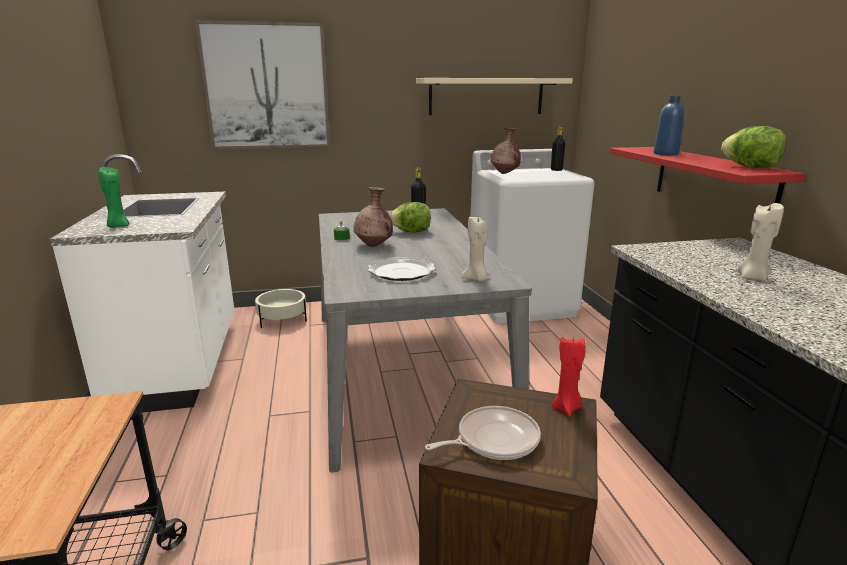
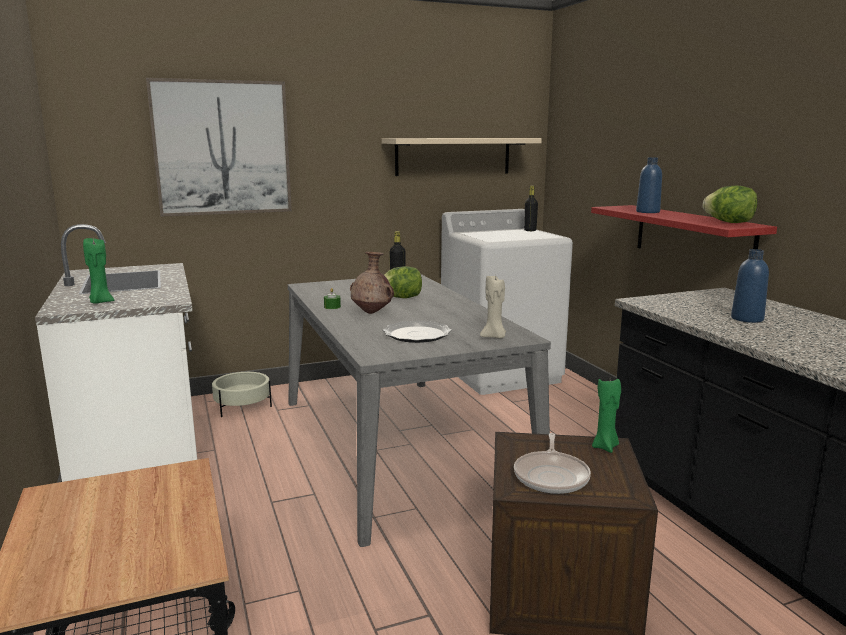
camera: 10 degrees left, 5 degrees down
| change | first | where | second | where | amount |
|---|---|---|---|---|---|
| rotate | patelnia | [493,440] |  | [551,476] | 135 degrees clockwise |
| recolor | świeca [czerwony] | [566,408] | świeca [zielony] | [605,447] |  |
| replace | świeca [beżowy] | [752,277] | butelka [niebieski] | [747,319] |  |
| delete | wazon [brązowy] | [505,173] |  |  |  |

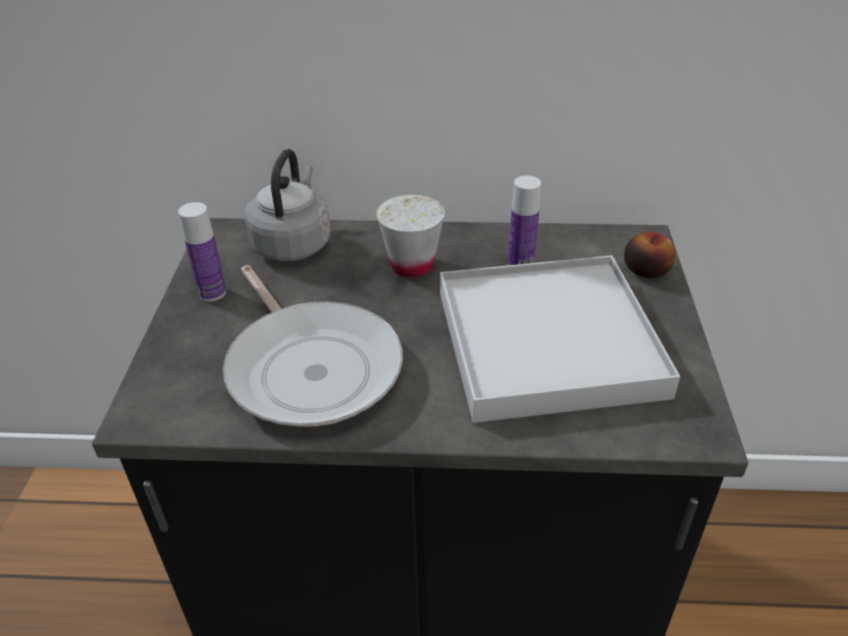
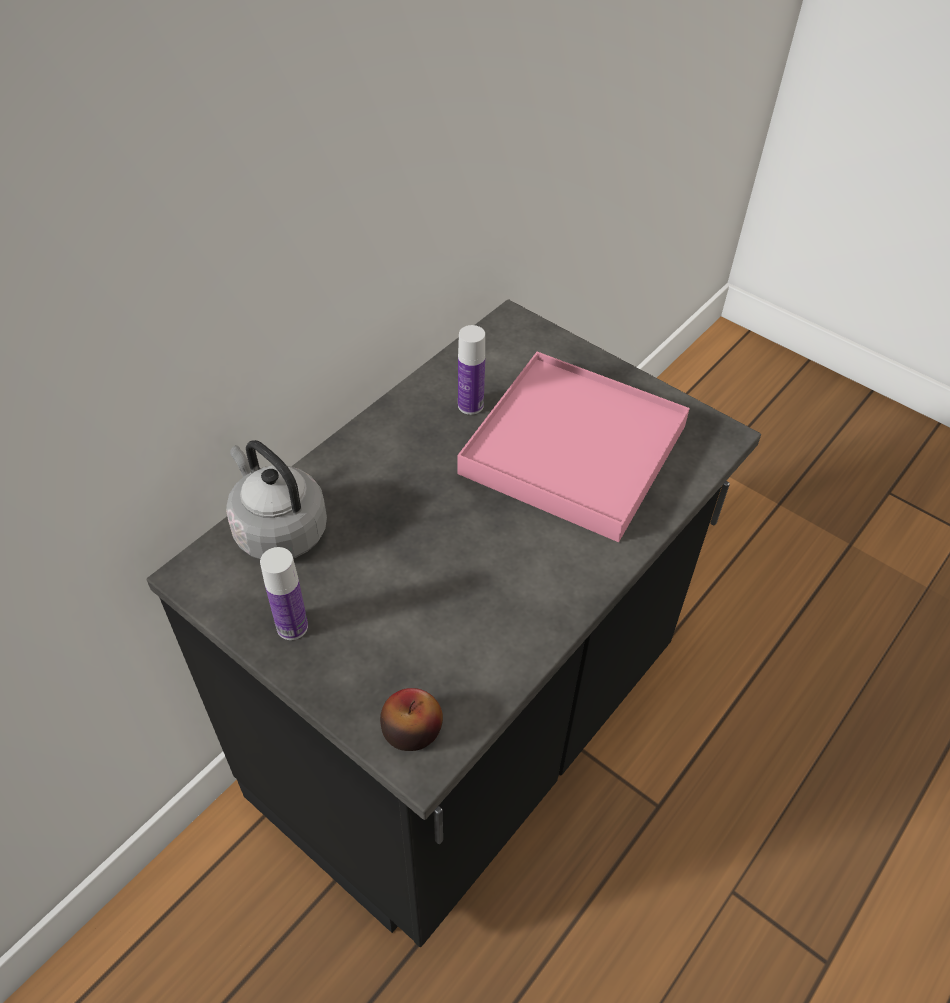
camera: 55 degrees left, 10 degrees up
| change | first | where | second | where | amount |
|---|---|---|---|---|---|
| move | jabłko | [646,270] |  | [411,730] |  |
| recolor | taca [biały] | [546,342] | taca [różowy] | [573,450] |  |
| delete | patelnia | [311,366] |  |  |  |
| delete | filiżanka [biały] | [412,266] |  |  |  |

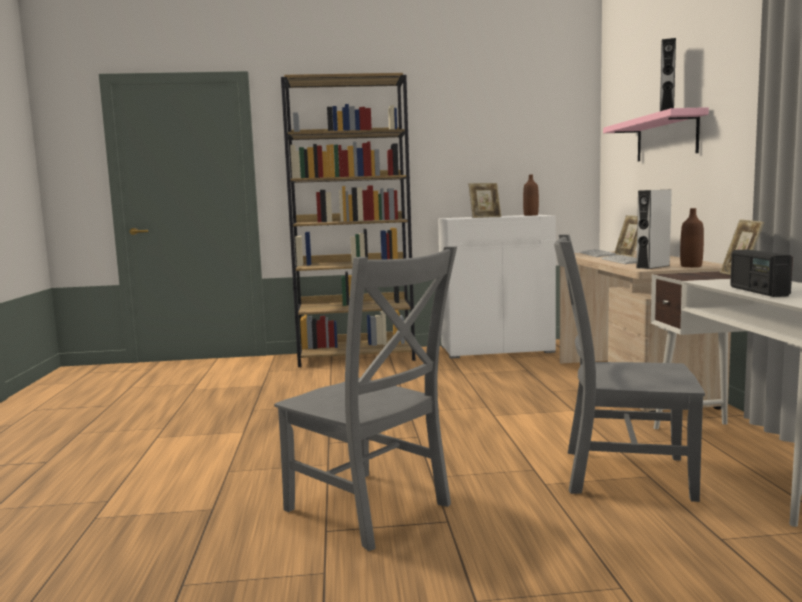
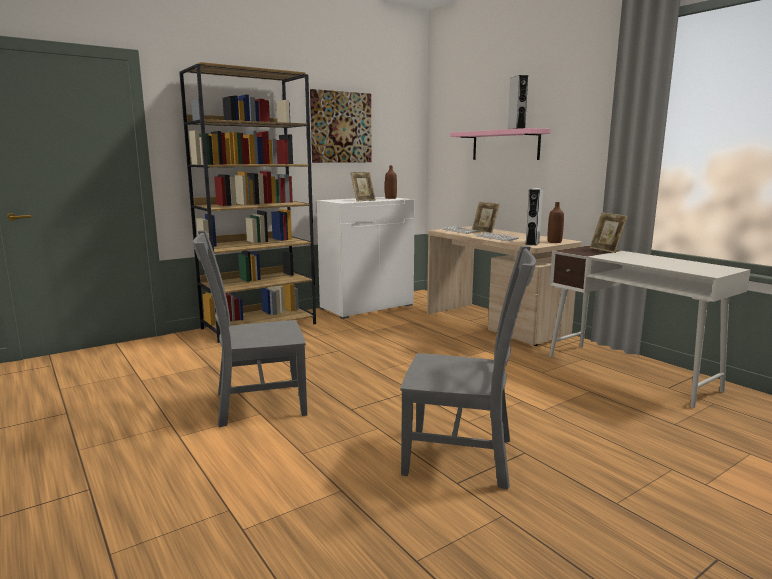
camera: 30 degrees left, 5 degrees up
| change | first | where | second | where | amount |
|---|---|---|---|---|---|
| move | krzesło [szary] | [620,473] |  | [256,404] |  |
| insert |  |  | obraz | [340,127] |  |
| delete | radio | [758,291] |  |  |  |

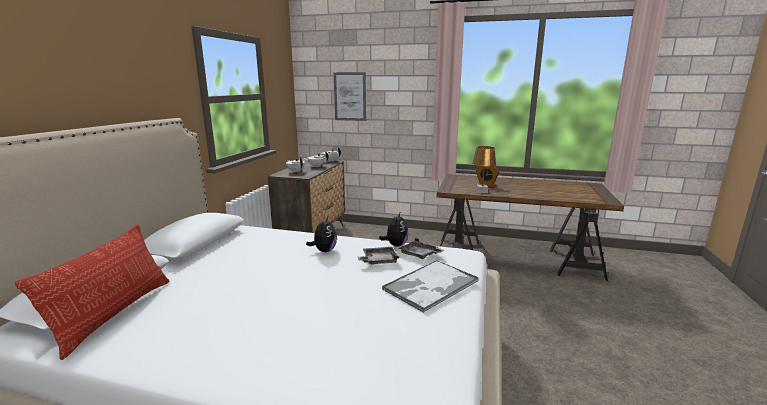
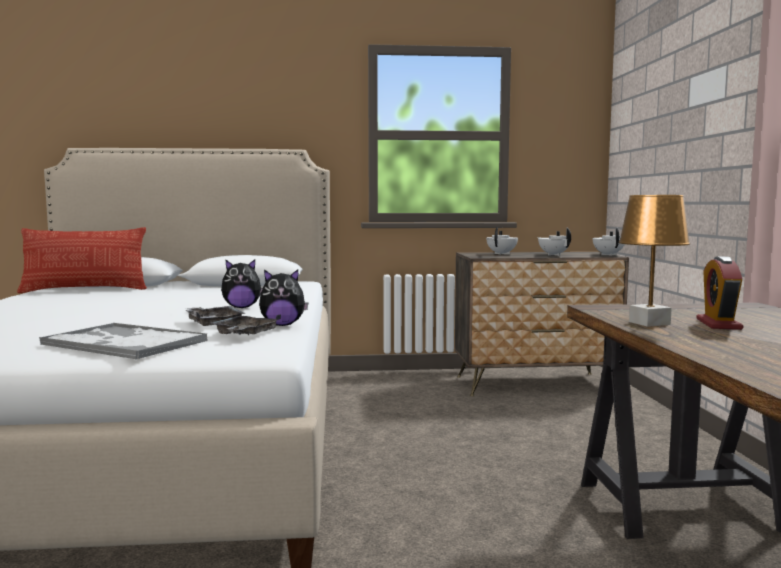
camera: 70 degrees right, 10 degrees down
| change | first | where | second | where | amount |
|---|---|---|---|---|---|
| delete | obraz | [350,96] |  |  |  |

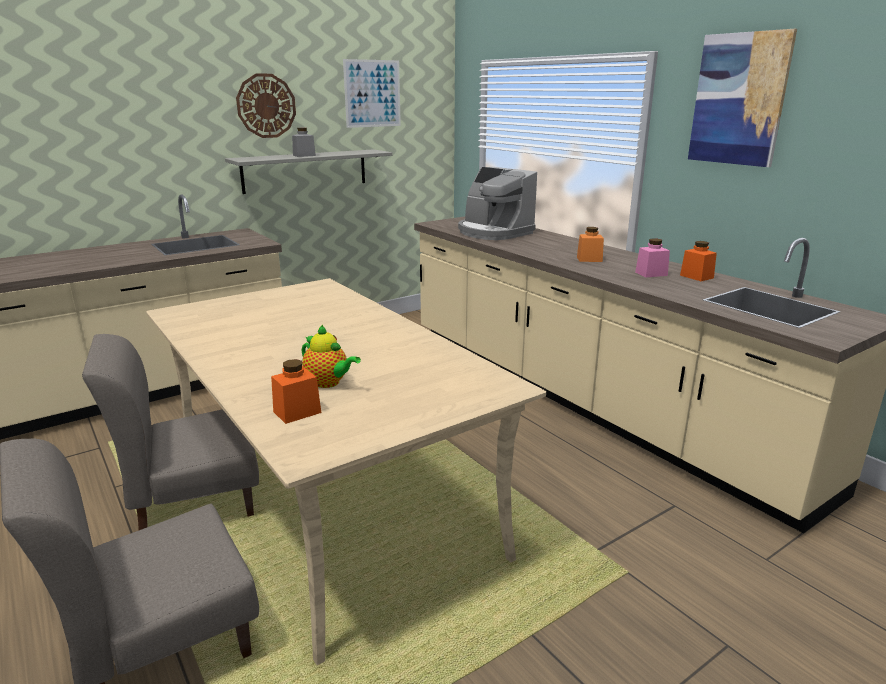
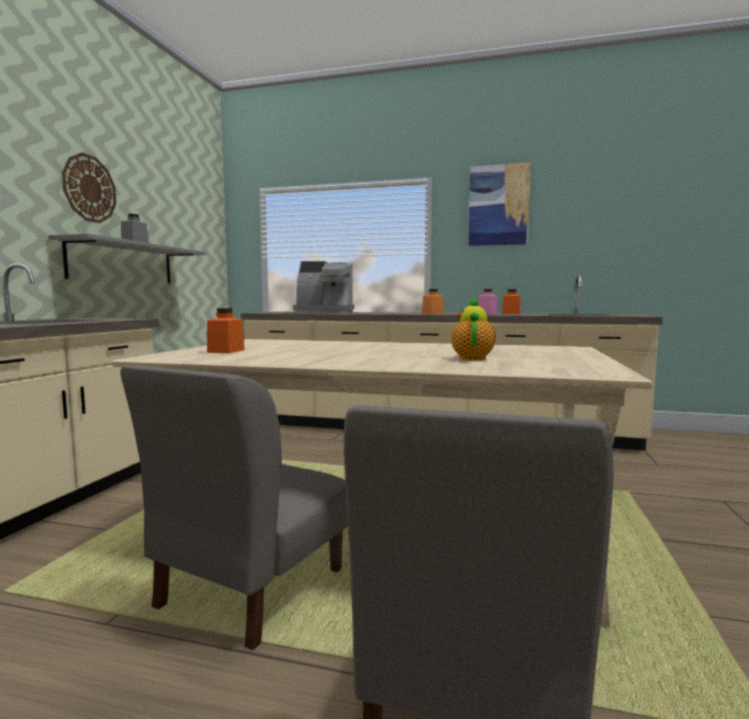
camera: 40 degrees left, 15 degrees down
| change | first | where | second | where | amount |
|---|---|---|---|---|---|
| move | słoik [pomarańczowy] | [297,412] |  | [226,351] |  |
| rotate | imbryk | [328,383] |  | [472,358] | 75 degrees counterclockwise |
| delete | obraz | [372,93] |  |  |  |

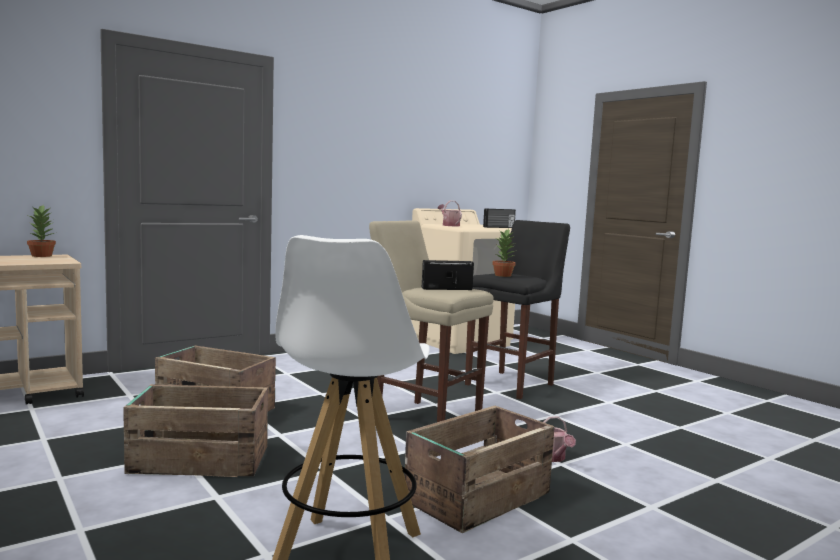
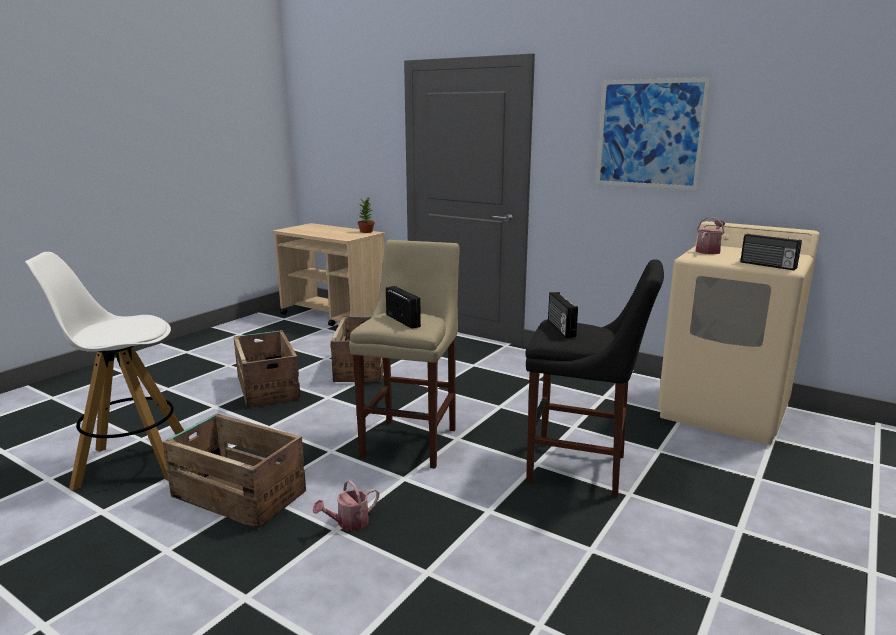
camera: 70 degrees right, 10 degrees up
| change | first | where | second | where | amount |
|---|---|---|---|---|---|
| replace | roślina doniczkowa | [503,275] | radio | [560,328] |  |
| insert |  |  | obraz | [649,134] |  |

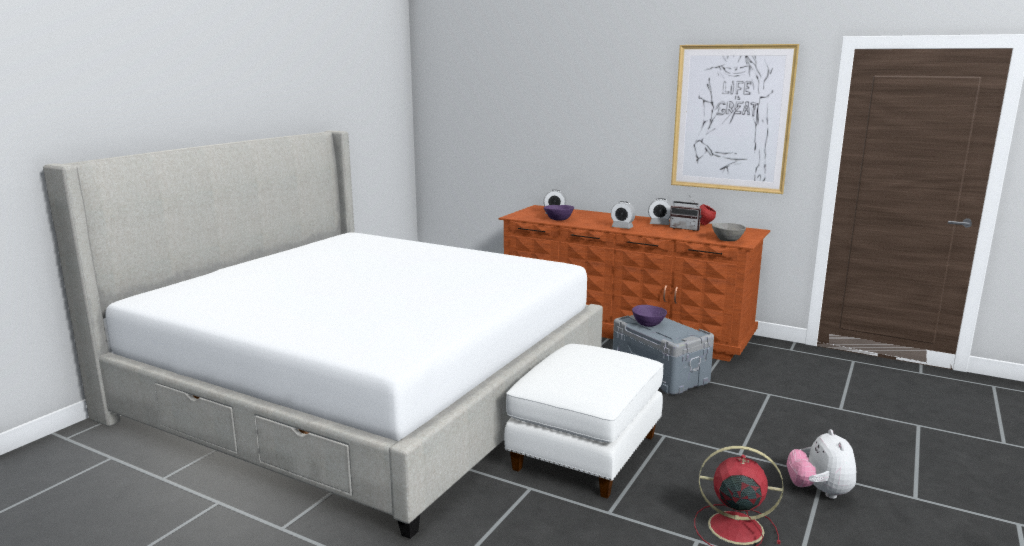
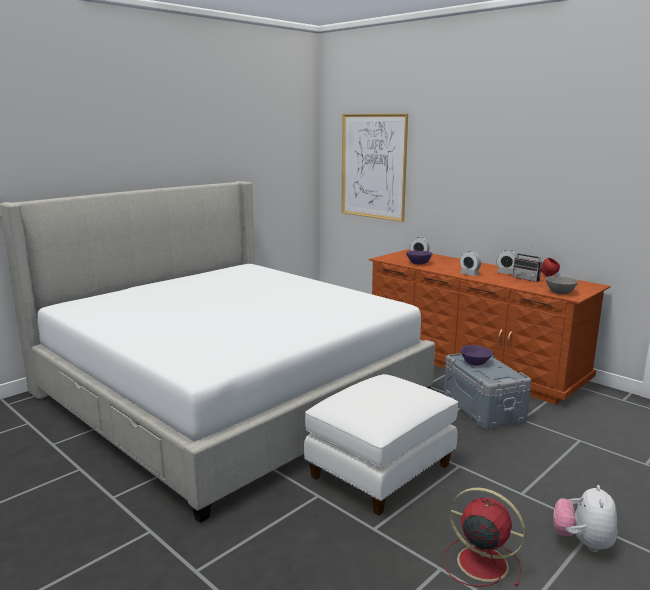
camera: 15 degrees right, 0 degrees up
| change | first | where | second | where | amount |
|---|---|---|---|---|---|
| move | obraz | [731,118] |  | [373,166] |  |

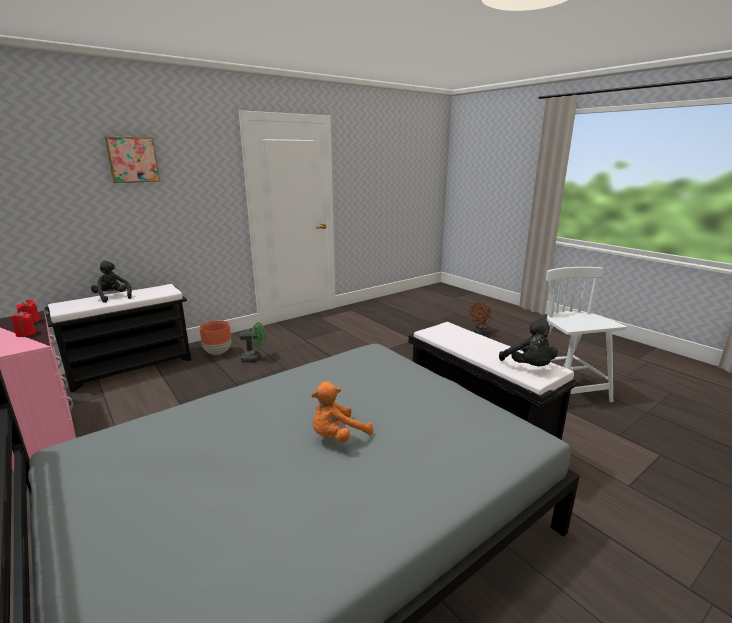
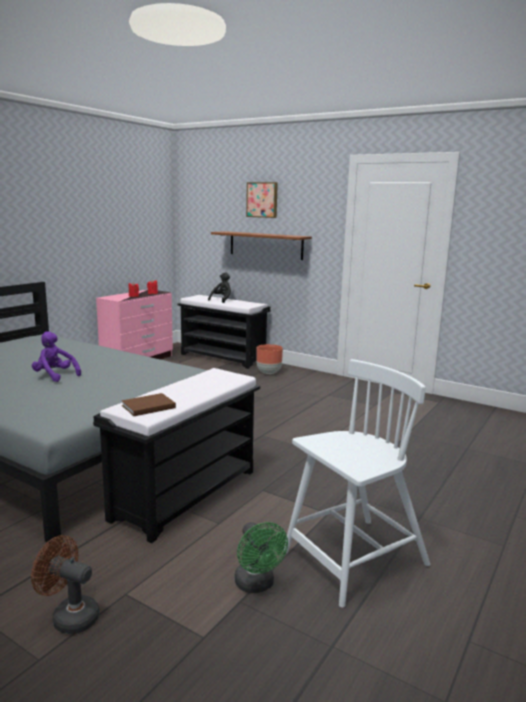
camera: 70 degrees right, 5 degrees down
| change | first | where | second | where | amount |
|---|---|---|---|---|---|
| move | wentylator [brązowy] | [481,333] |  | [69,616] |  |
| recolor | pluszak [pomarańczowy] | [337,436] | pluszak [fioletowy] | [55,376] |  |
| replace | pluszak [czarny] | [529,367] | książka [brązowy] | [147,406] |  |
| insert |  |  | półka [brązowy] | [265,245] |  |
| move | wentylator [zielony] | [254,358] |  | [257,585] |  |

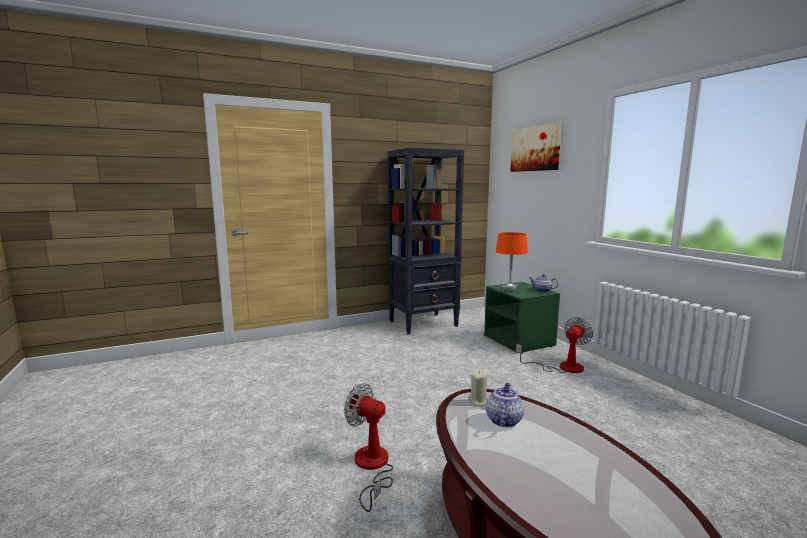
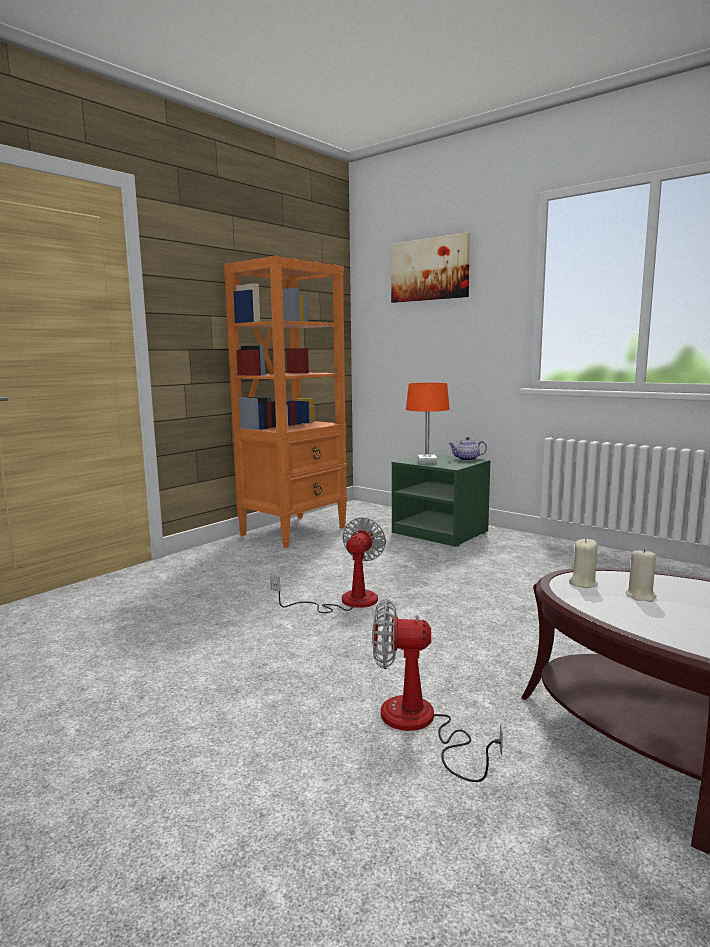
camera: 25 degrees left, 0 degrees up
| change | first | where | second | where | amount |
|---|---|---|---|---|---|
| recolor | regał [czarny] | [424,323] | regał [pomarańczowy] | [294,531] |  |
| move | wentylator | [562,367] |  | [345,602] |  |
| replace | imbryk | [503,420] | świeca [beżowy] | [640,596] |  |

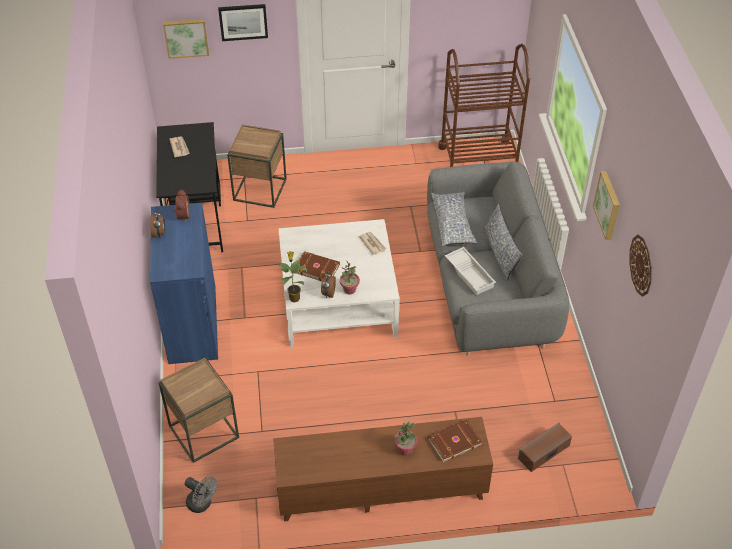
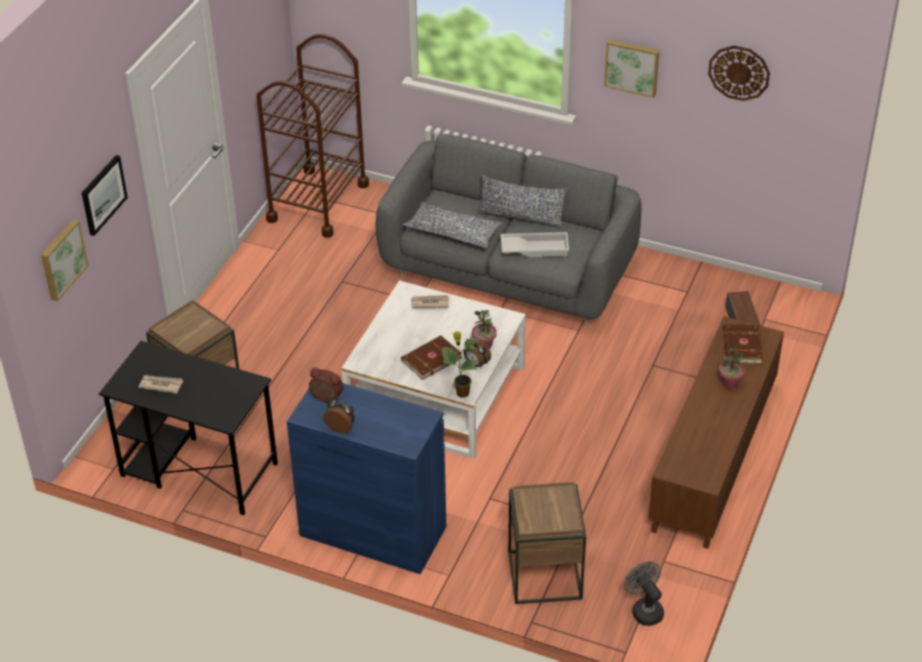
camera: 60 degrees left, 5 degrees down
| change | first | where | second | where | amount |
|---|---|---|---|---|---|
| rotate | wentylator [szary] | [202,504] |  | [644,609] | 90 degrees counterclockwise |

